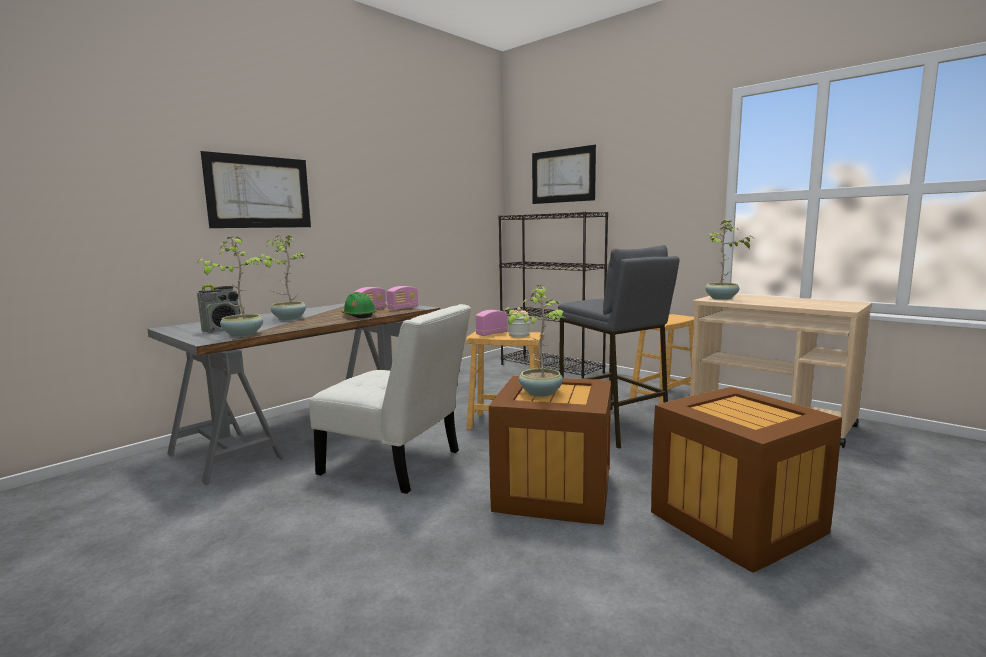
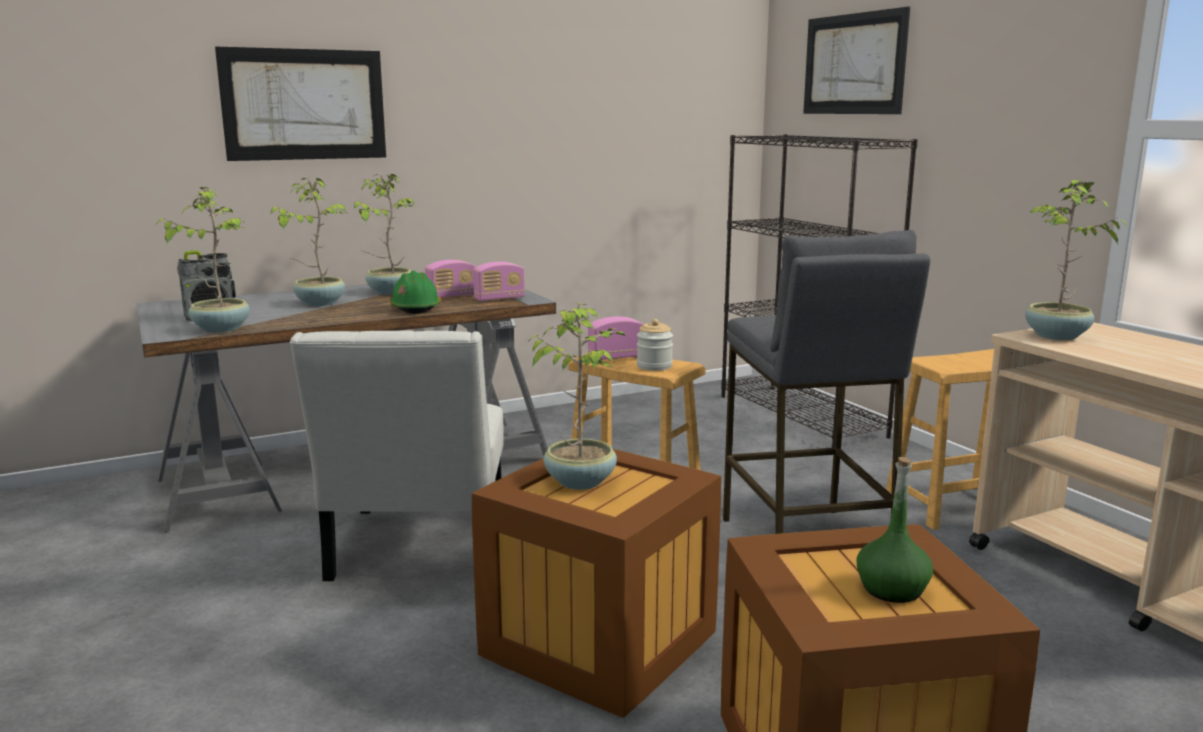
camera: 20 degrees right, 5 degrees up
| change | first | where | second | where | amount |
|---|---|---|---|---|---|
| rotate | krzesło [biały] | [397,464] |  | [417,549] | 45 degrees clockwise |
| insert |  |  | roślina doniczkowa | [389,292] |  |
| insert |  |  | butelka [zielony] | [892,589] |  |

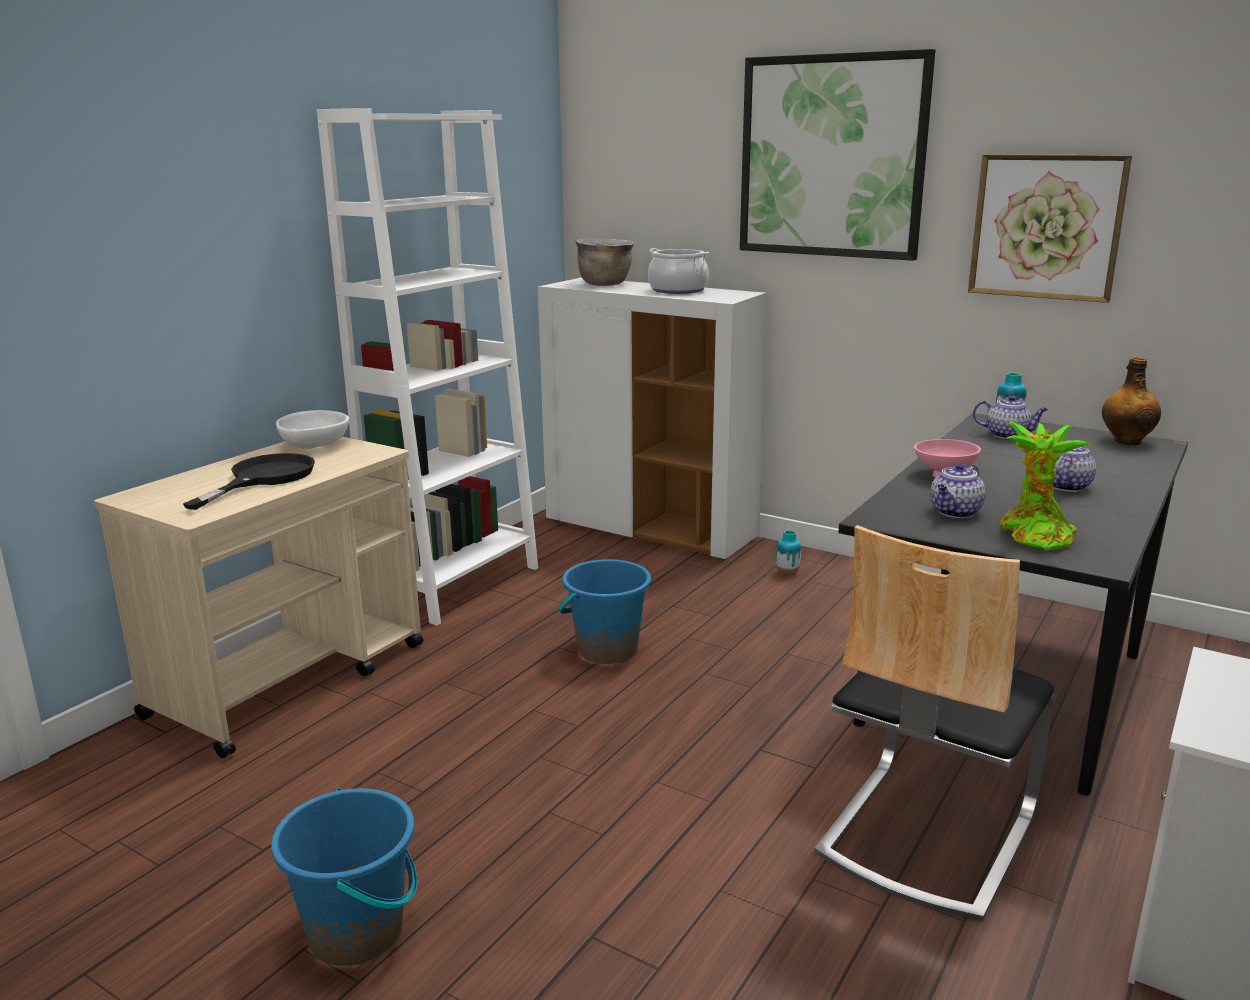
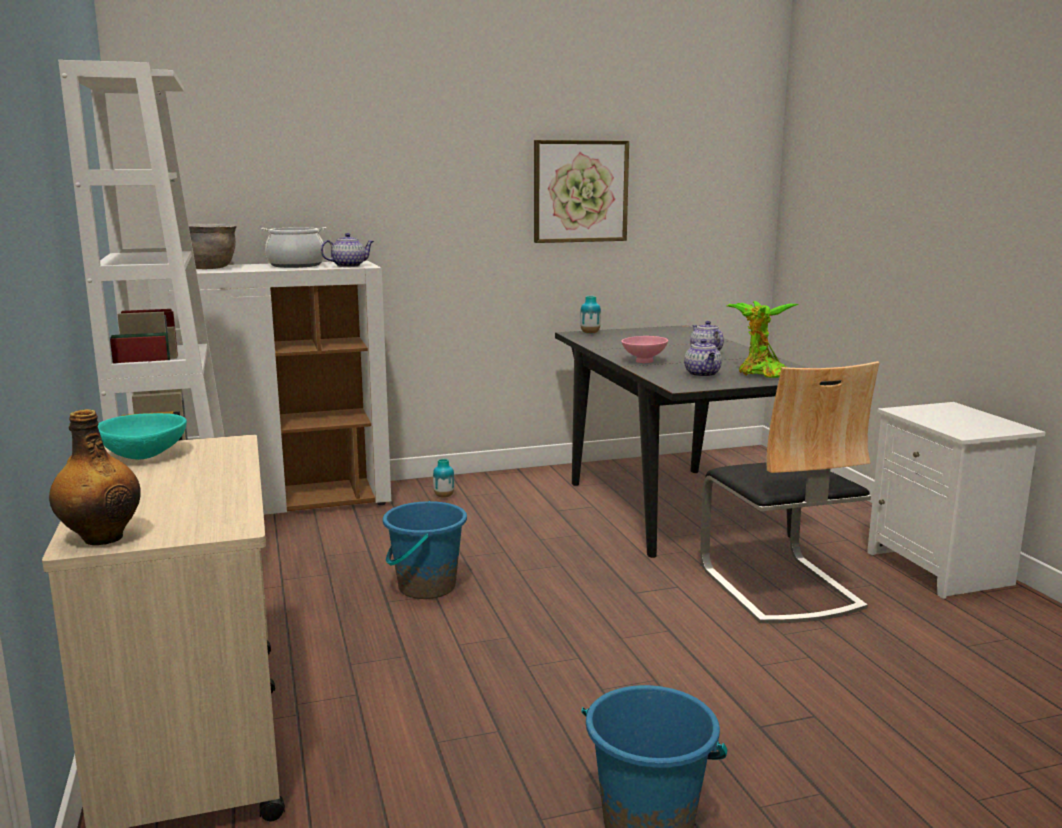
camera: 50 degrees left, 5 degrees down
| change | first | where | second | where | amount |
|---|---|---|---|---|---|
| move | butelka | [1126,441] |  | [101,537] |  |
| recolor | miska [biały] | [314,446] | miska [turkusowy] | [144,455] |  |
| move | imbryk | [1007,435] |  | [349,266] |  |
| delete | patelnia [czarny] | [263,478] |  |  |  |
| delete | obraz | [831,157] |  |  |  |

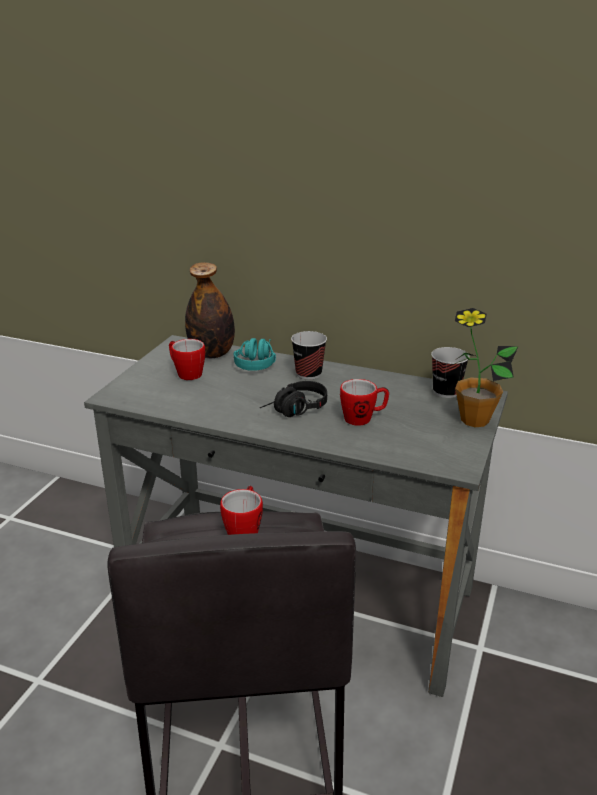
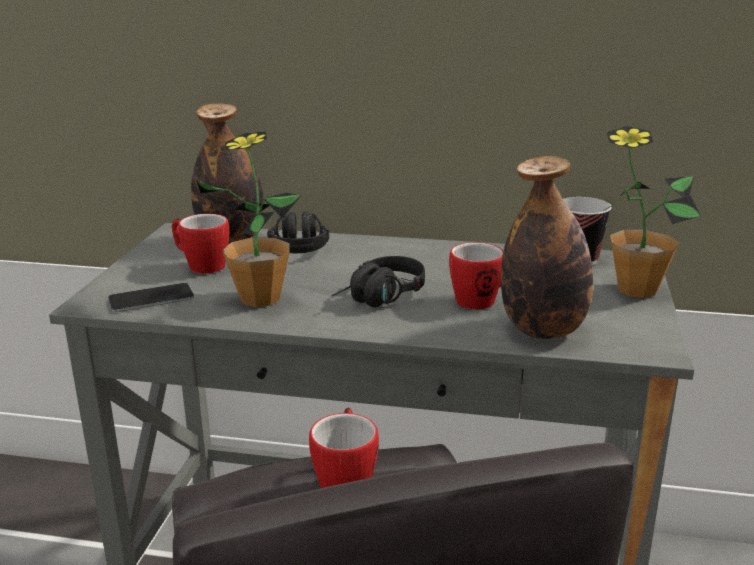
camera: 10 degrees left, 5 degrees down
| change | first | where | second | where | amount |
|---|---|---|---|---|---|
| insert |  |  | telefon | [151,298] |  |
| insert |  |  | roślina doniczkowa | [260,298] |  |
| recolor | słuchawki [turkusowy] | [256,361] | słuchawki [czarny] | [299,244] |  |
| insert |  |  | butelka | [543,330] |  |
| delete | filiżanka | [308,374] |  |  |  |

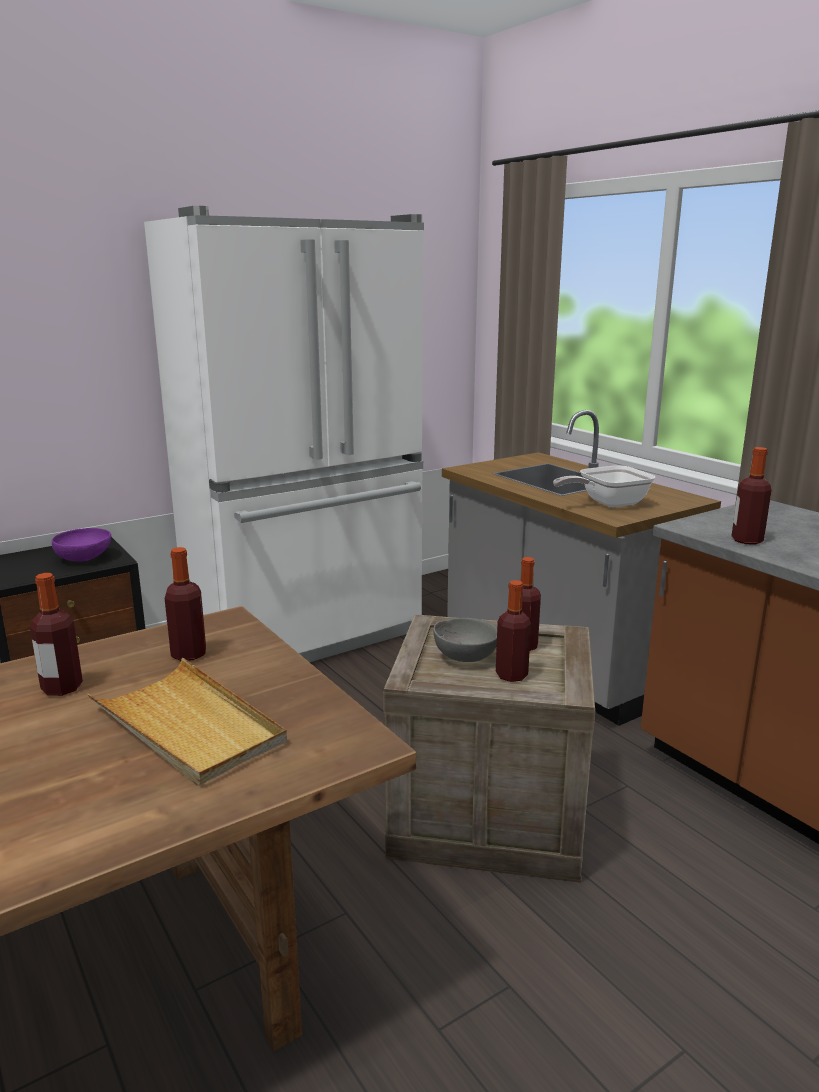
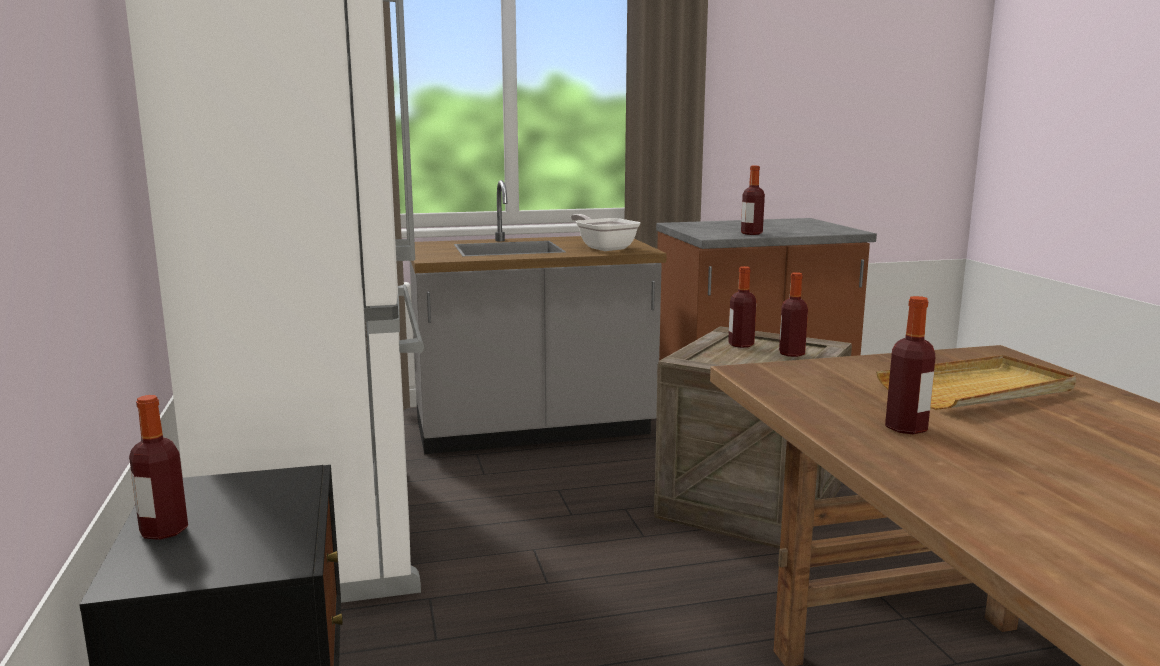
camera: 70 degrees left, 5 degrees down
| change | first | where | second | where | amount |
|---|---|---|---|---|---|
| move | butelka | [188,654] |  | [164,531] |  |
| rotate | patelnia | [607,503] |  | [604,248] | 150 degrees clockwise |
| delete | miska [fioletowy] | [85,558] |  |  |  |
| delete | miska [szary] | [464,657] |  |  |  |

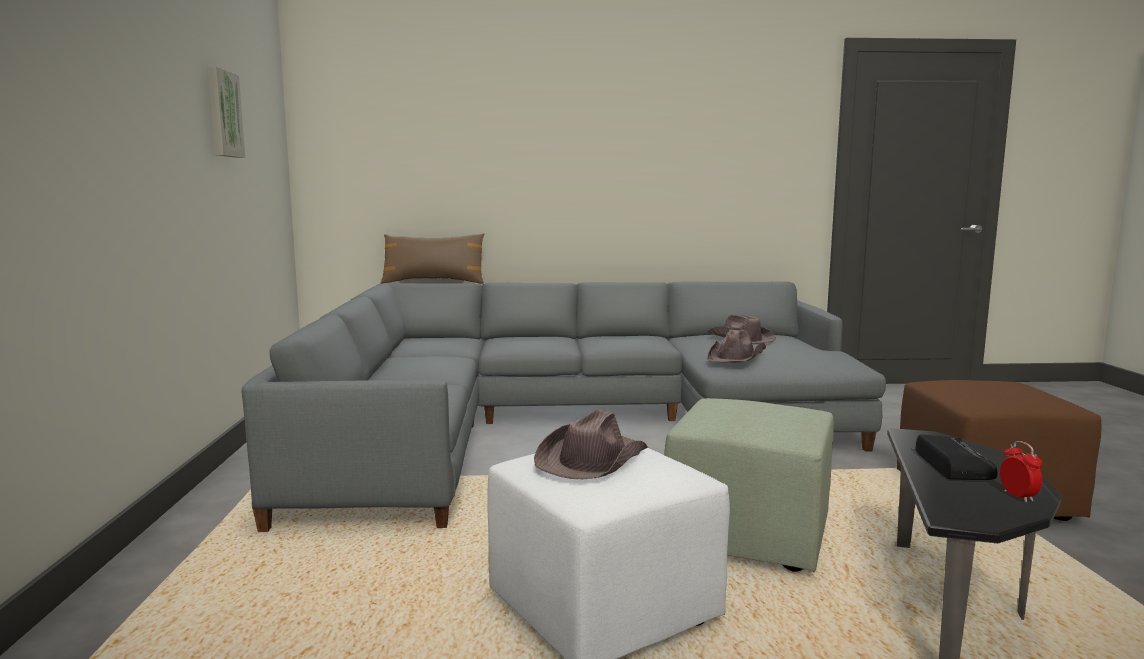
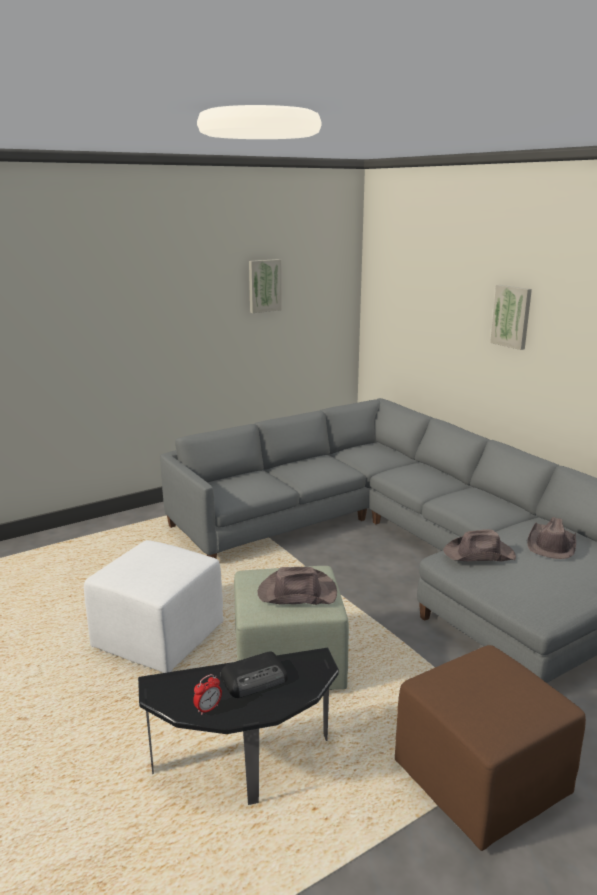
camera: 60 degrees right, 10 degrees up
| change | first | where | second | where | amount |
|---|---|---|---|---|---|
| move | kapelusz [brązowy] | [591,460] |  | [296,593] |  |
| insert |  |  | obraz | [512,316] |  |
| delete | poduszka [brązowy] | [433,282] |  |  |  |

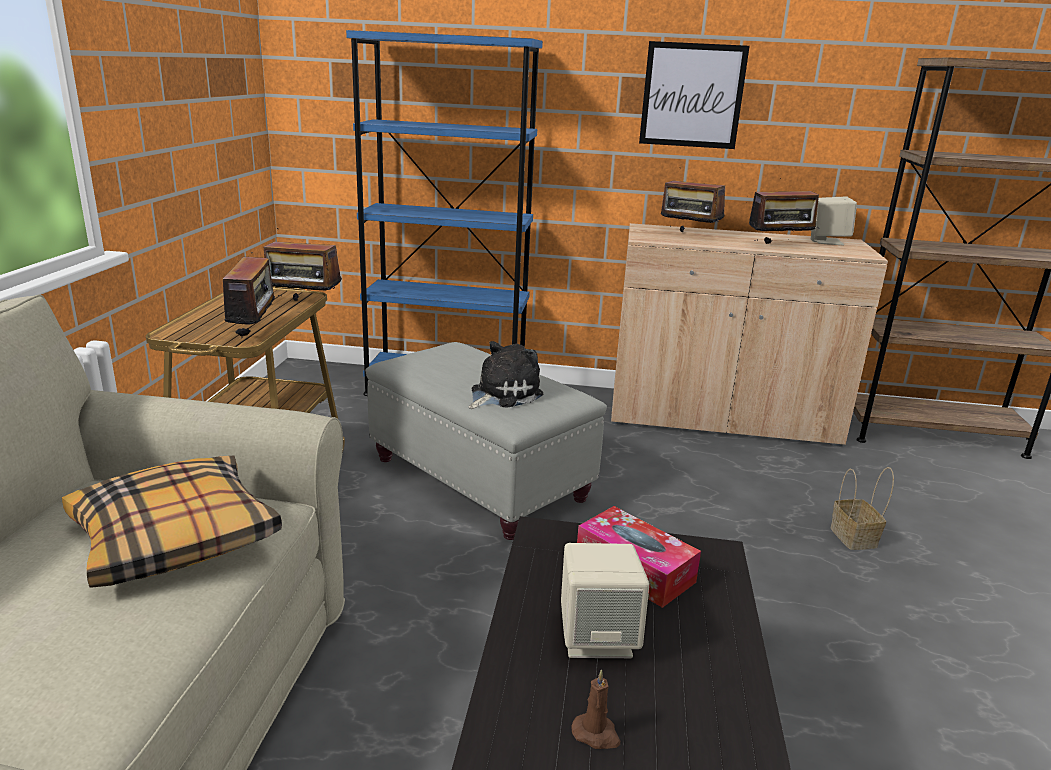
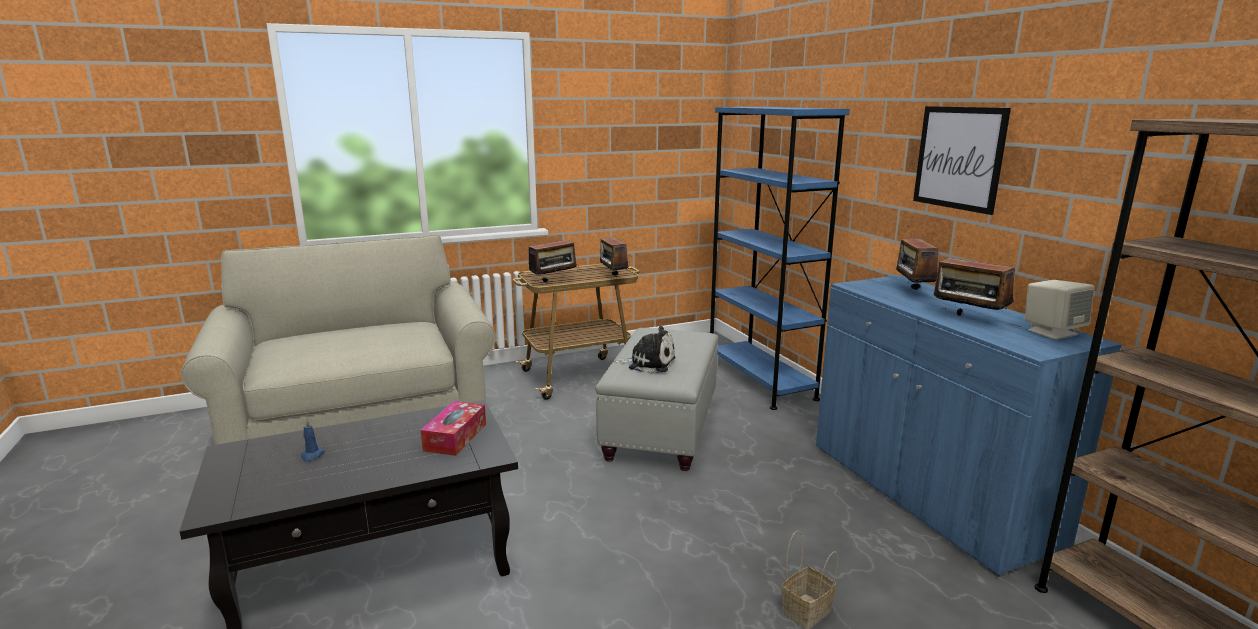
camera: 60 degrees right, 5 degrees down
| change | first | where | second | where | amount |
|---|---|---|---|---|---|
| recolor | świeca [brązowy] | [596,734] | świeca [niebieski] | [312,455] |  |
| recolor | szafka [beżowy] | [721,418] | szafka [niebieski] | [927,494] |  |
| delete | poduszka | [175,538] |  |  |  |
| delete | głośnik [beżowy] | [597,637] |  |  |  |

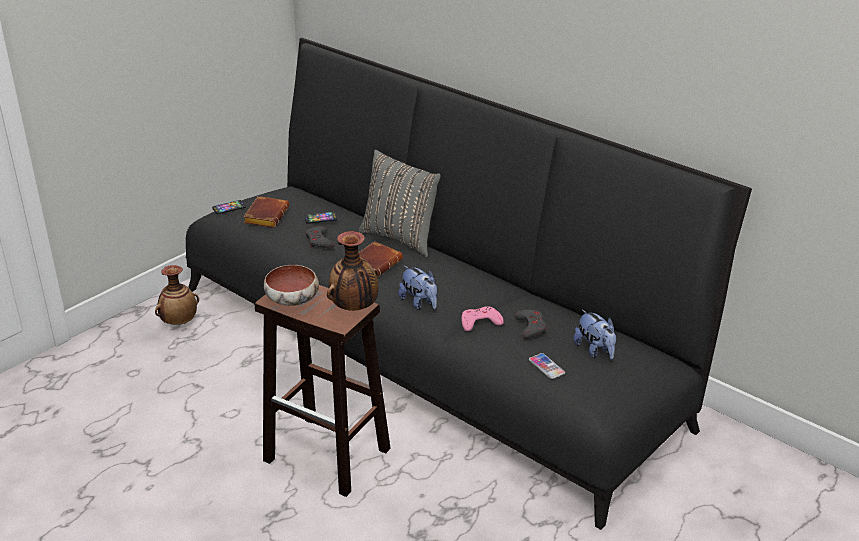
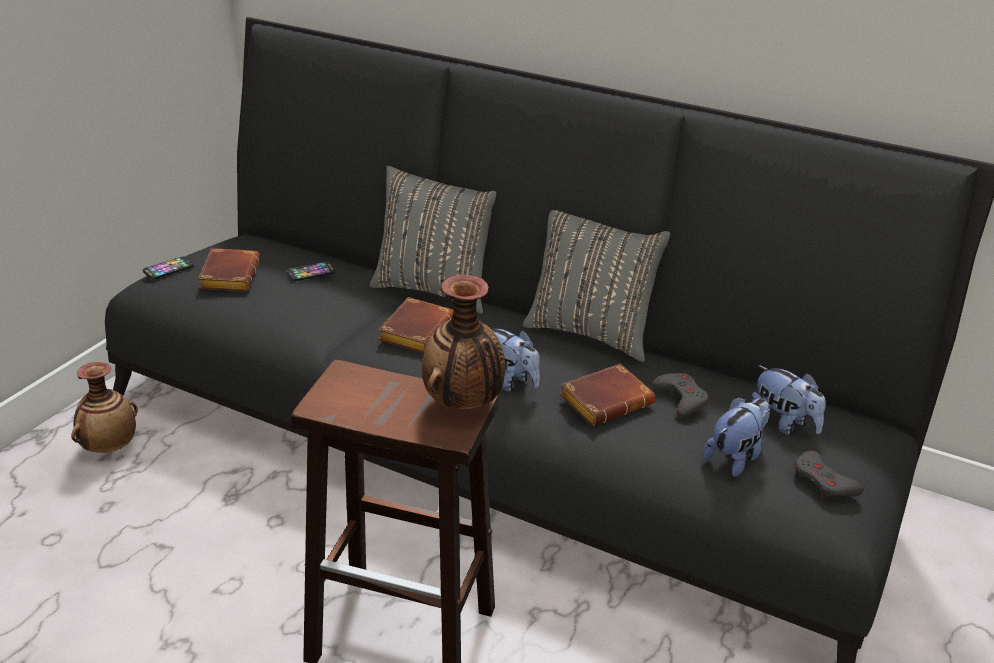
camera: 15 degrees left, 0 degrees up
| change | first | where | second | where | amount |
|---|---|---|---|---|---|
| insert |  |  | poduszka [szary] | [591,332] |  |
| replace | pad do gier [różowy] | [480,322] | książka [brązowy] | [606,400] |  |
| replace | telefon | [546,367] | pluszak | [735,457] |  |
| move | pad do gier [szary] | [319,241] |  | [823,482] |  |
| delete | miska | [293,300] |  |  |  |

